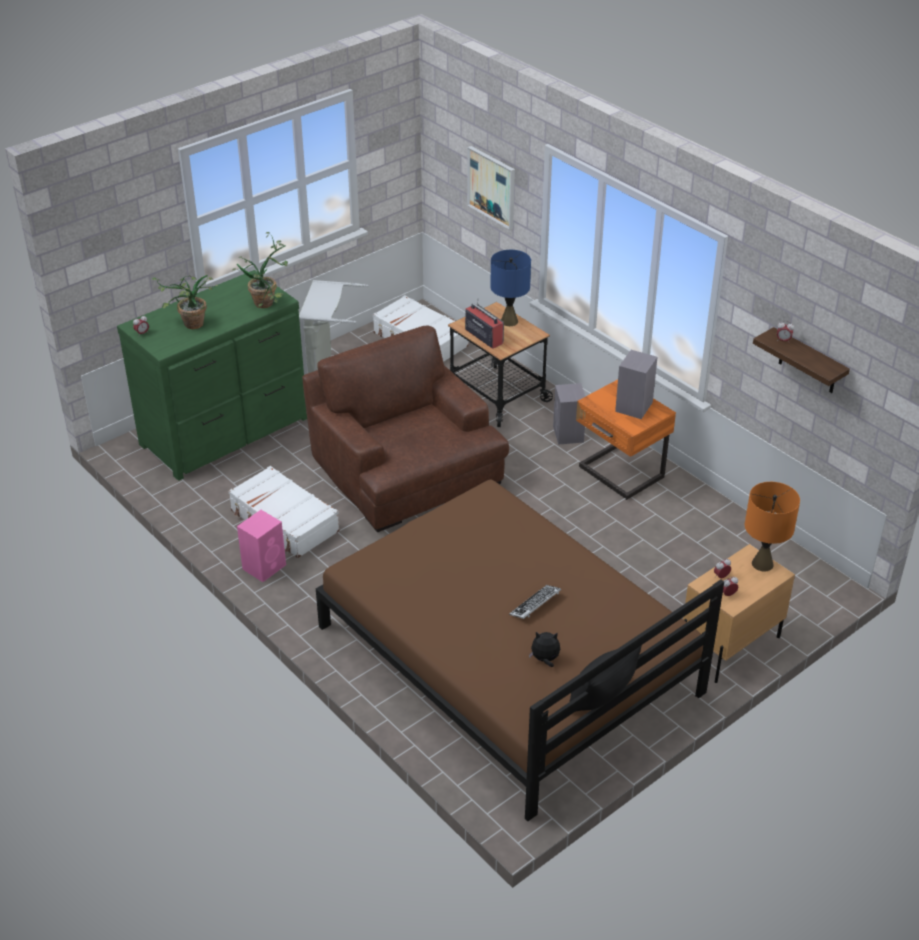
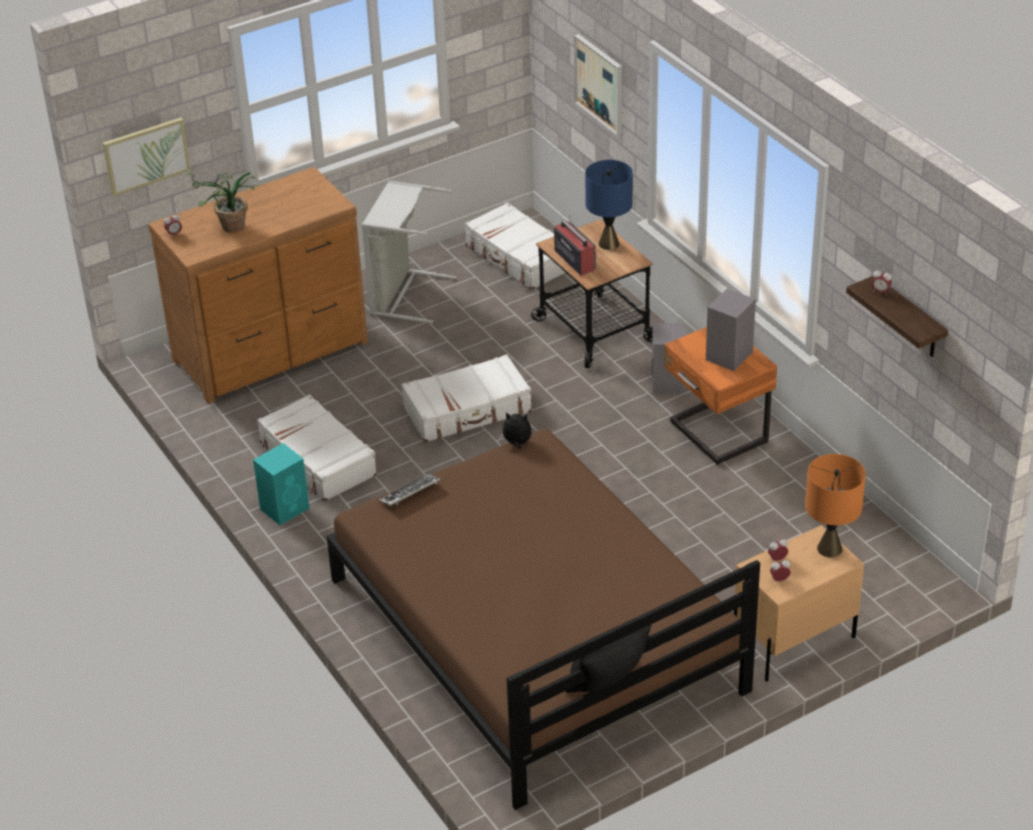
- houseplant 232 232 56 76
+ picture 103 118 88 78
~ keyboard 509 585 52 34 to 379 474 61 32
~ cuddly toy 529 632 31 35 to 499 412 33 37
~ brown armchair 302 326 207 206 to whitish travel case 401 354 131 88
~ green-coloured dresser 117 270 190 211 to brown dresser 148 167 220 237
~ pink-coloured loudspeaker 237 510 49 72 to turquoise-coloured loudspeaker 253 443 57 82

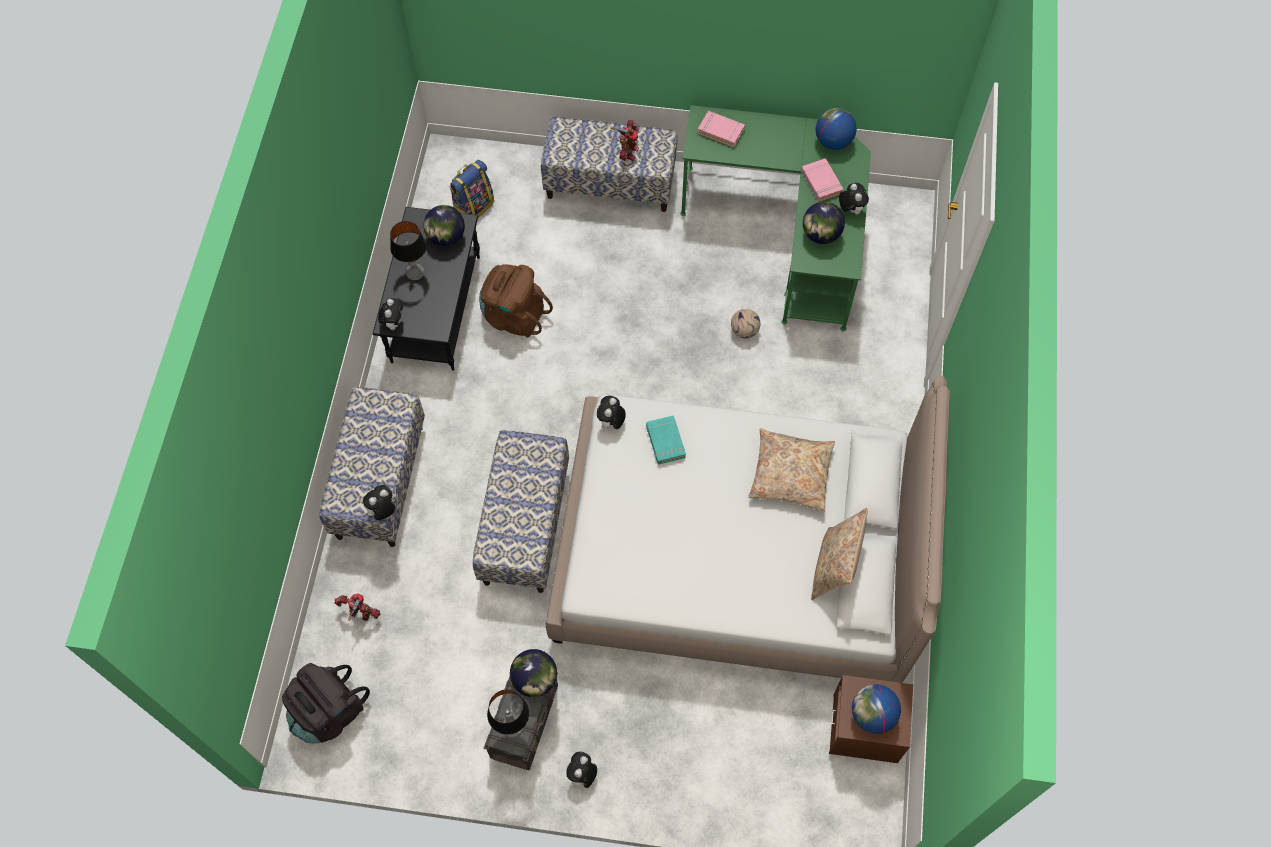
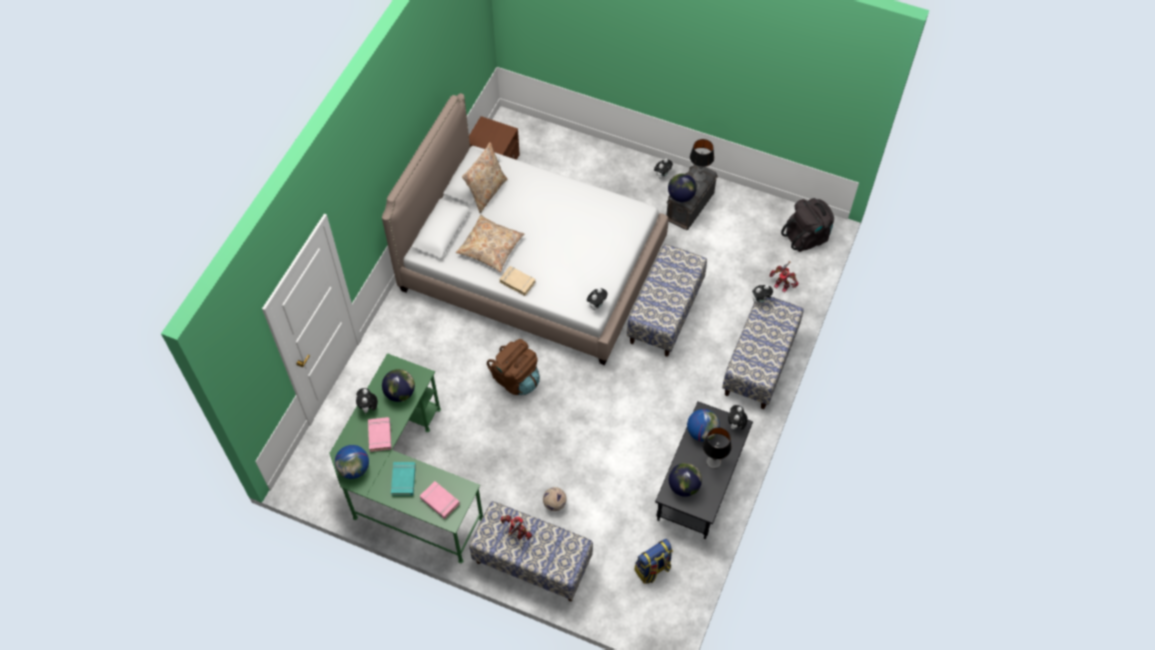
+ beige-coloured book 499 266 36 30
~ brown backpack 479 264 74 73 to 487 339 53 56
~ turquoise-coloured book 646 415 40 49 to 391 462 25 34
~ football ball 731 309 30 30 to 543 487 23 24
~ desk globe 852 684 49 50 to 687 409 33 33
~ toy robot 610 119 29 42 = 500 515 32 25 90 degrees clockwise

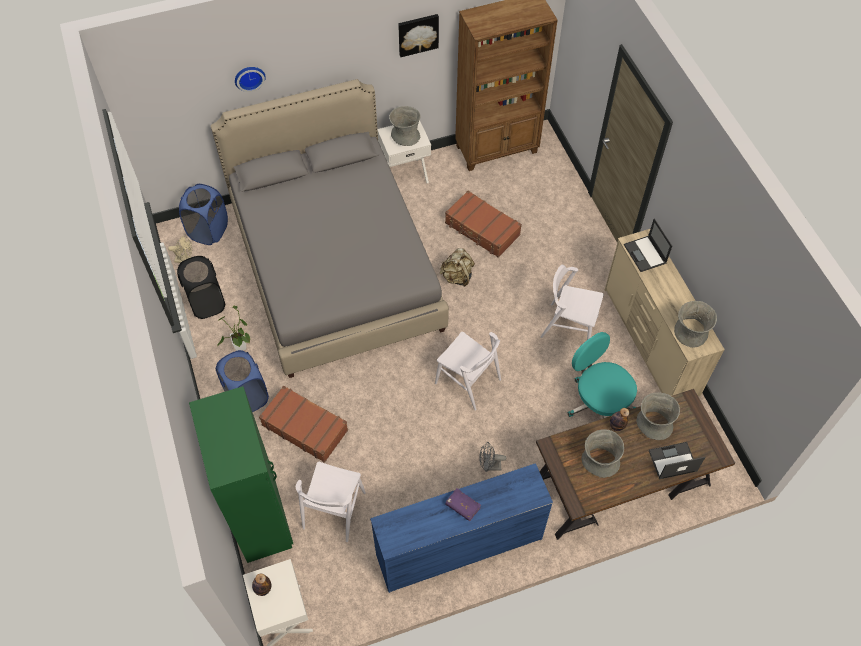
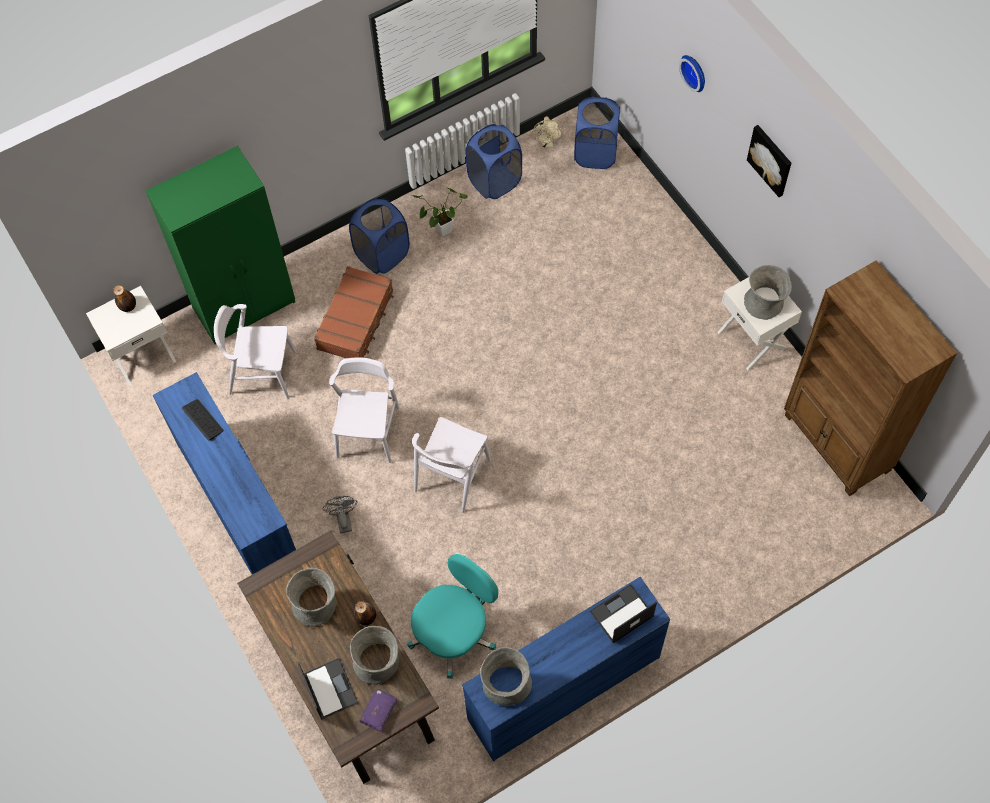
- gray bed 211 79 238 299
- beige-coloured backpack 440 248 35 39
- brown travel case 445 191 77 67
+ keyboard 182 399 42 41
~ picture 398 14 41 43 to 747 125 44 72
~ purple-coloured book 445 488 36 33 to 360 689 37 43
~ whitish plain chair 541 264 63 76 to 329 357 70 106
~ blackish hamper 177 256 49 63 to blue-coloured hamper 465 124 57 75
~ beige-coloured dresser 605 229 120 167 to blue-coloured dresser 462 577 208 185

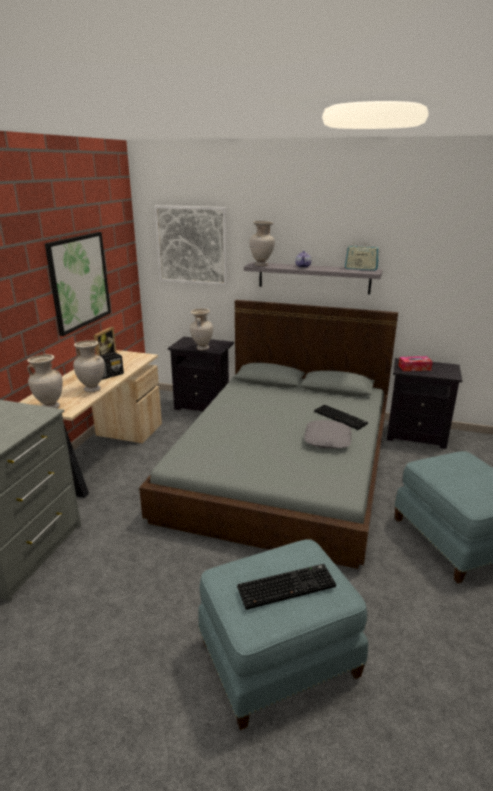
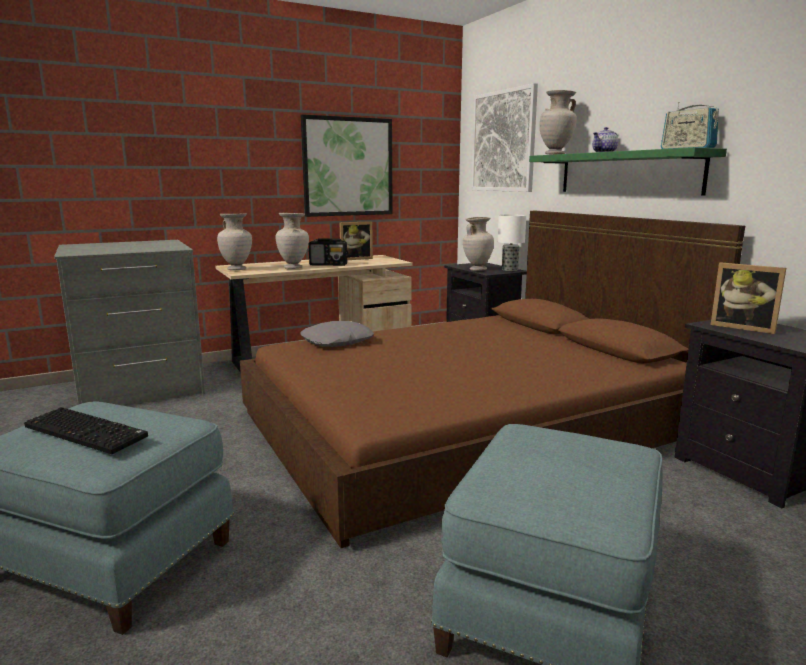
- keyboard 314 405 54 25
+ tabletop lamp 498 214 28 57
~ gray cushion 304 420 48 29 to 301 321 73 26
~ tissue holder 398 356 35 15 to standing frame 711 262 75 72
~ gray bed 139 300 259 269 to brown bed 240 211 505 337
~ gray wall shelf 244 262 139 32 to green-coloured wall shelf 529 147 198 49

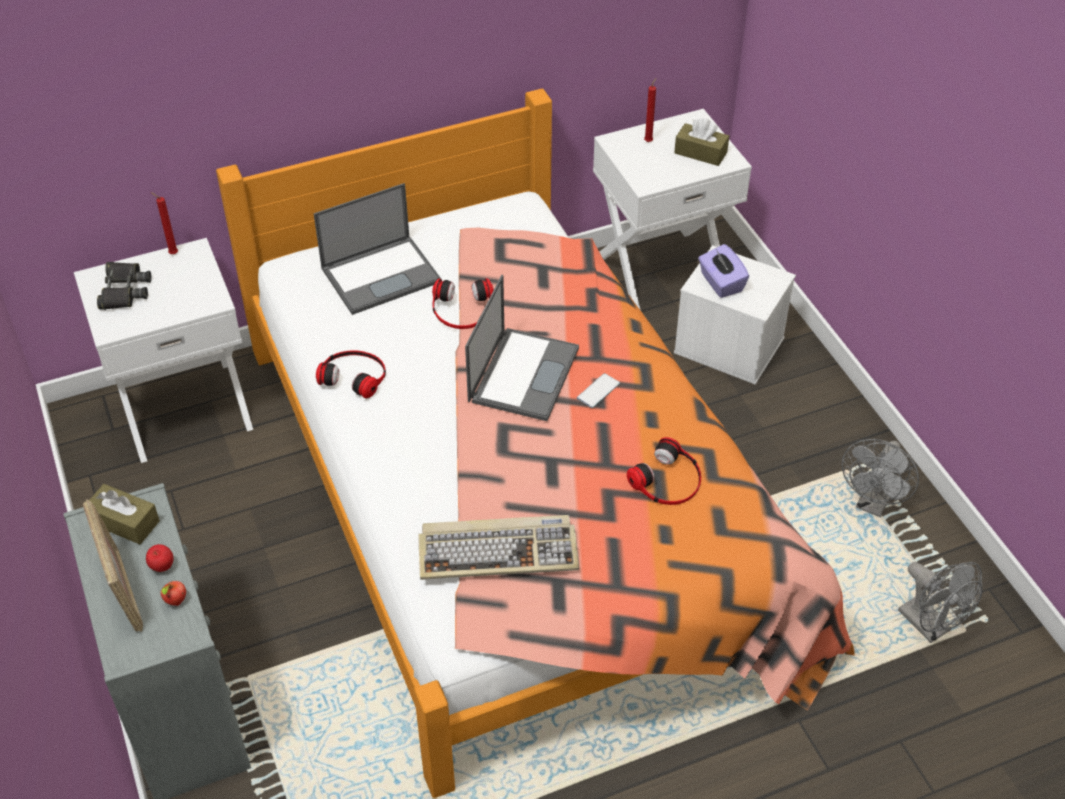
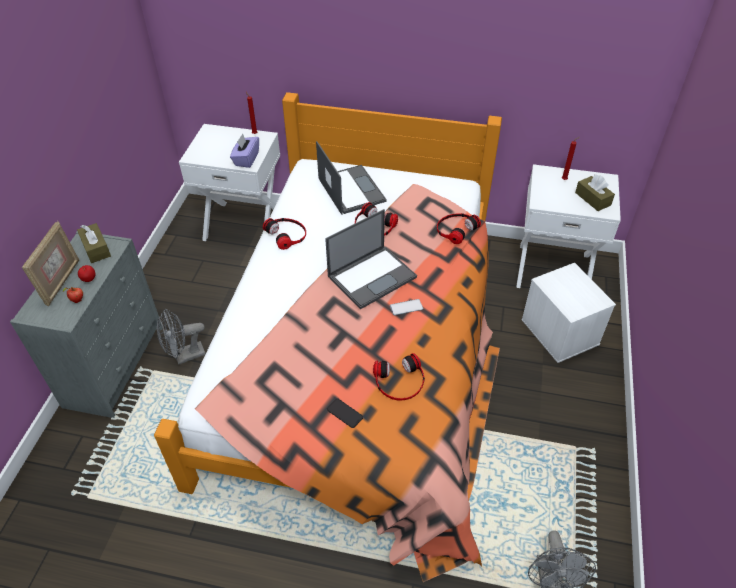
- blackish pair of binoculars 97 262 55 48
- keyboard 418 515 161 65
+ telephone 327 398 36 30
+ pair of headphones 437 213 44 31
~ purple-coloured tissue holder 698 244 51 54 to 230 134 29 34
~ gray cooling fan 842 439 77 78 to 157 309 49 56
~ notebook computer 314 183 127 132 = 316 141 71 74 120 degrees counterclockwise

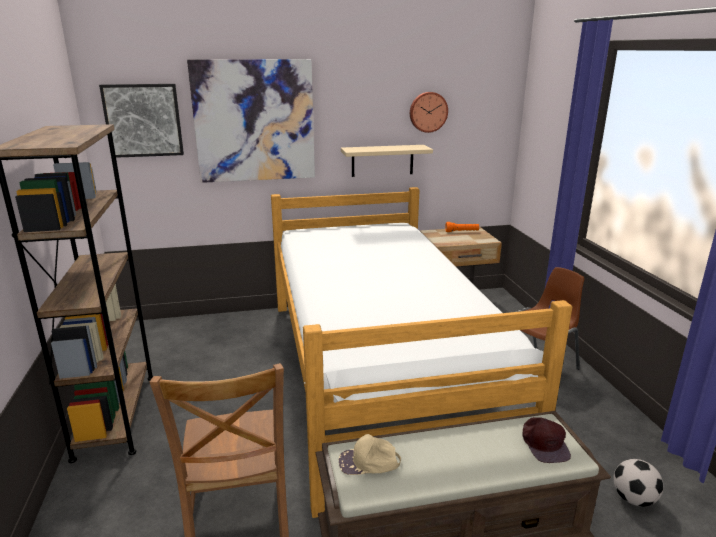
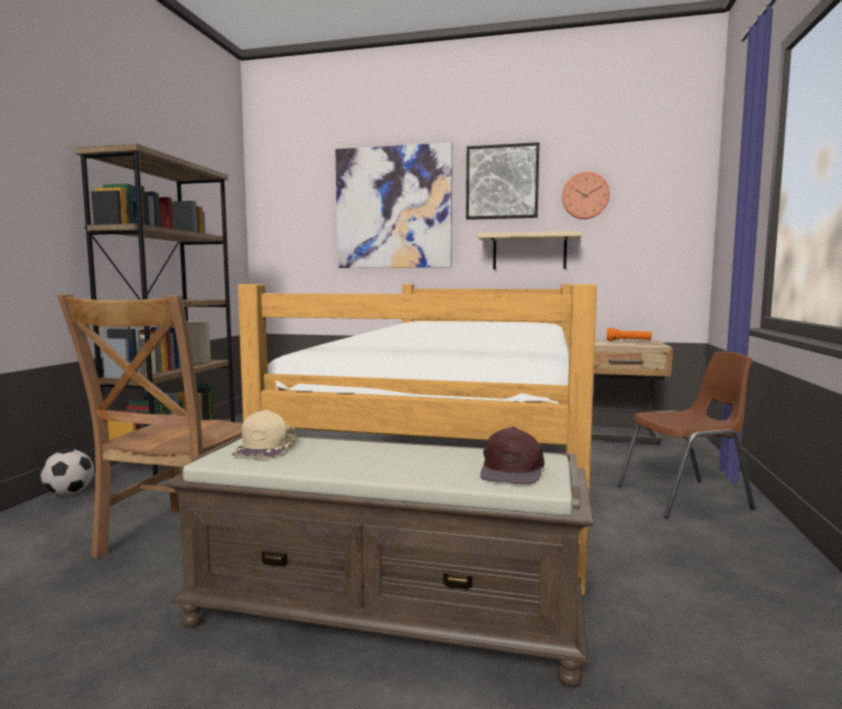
~ picture 99 84 85 74 to 466 142 74 78
~ football ball 614 459 49 48 to 40 449 54 47
~ beige-coloured cap 339 434 62 41 = 232 410 65 48 105 degrees counterclockwise

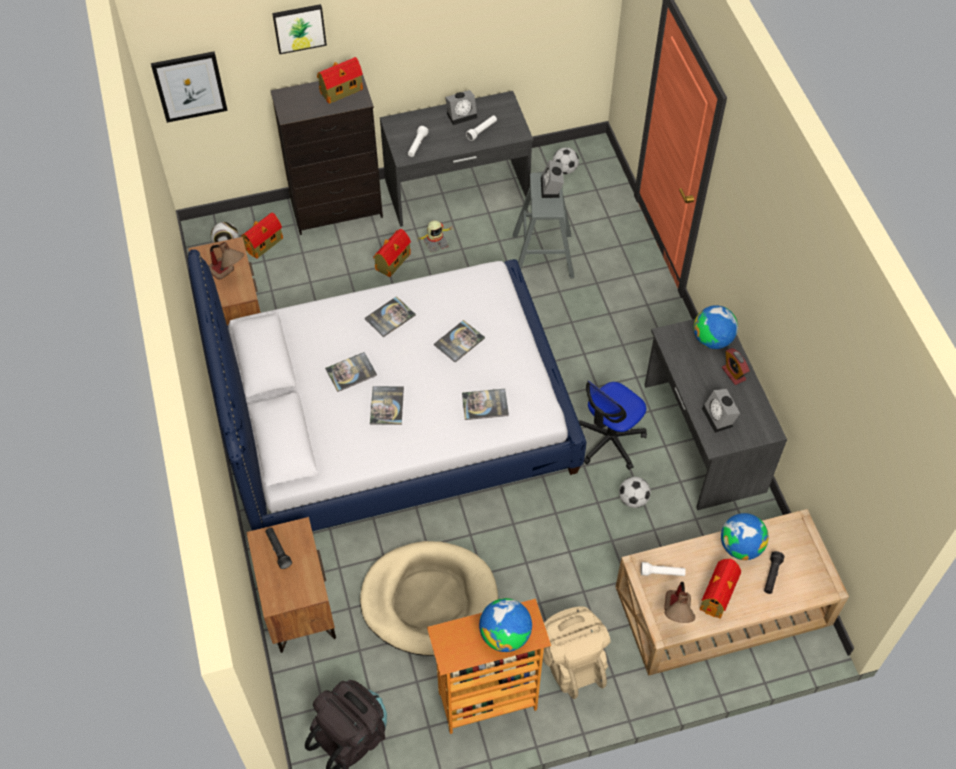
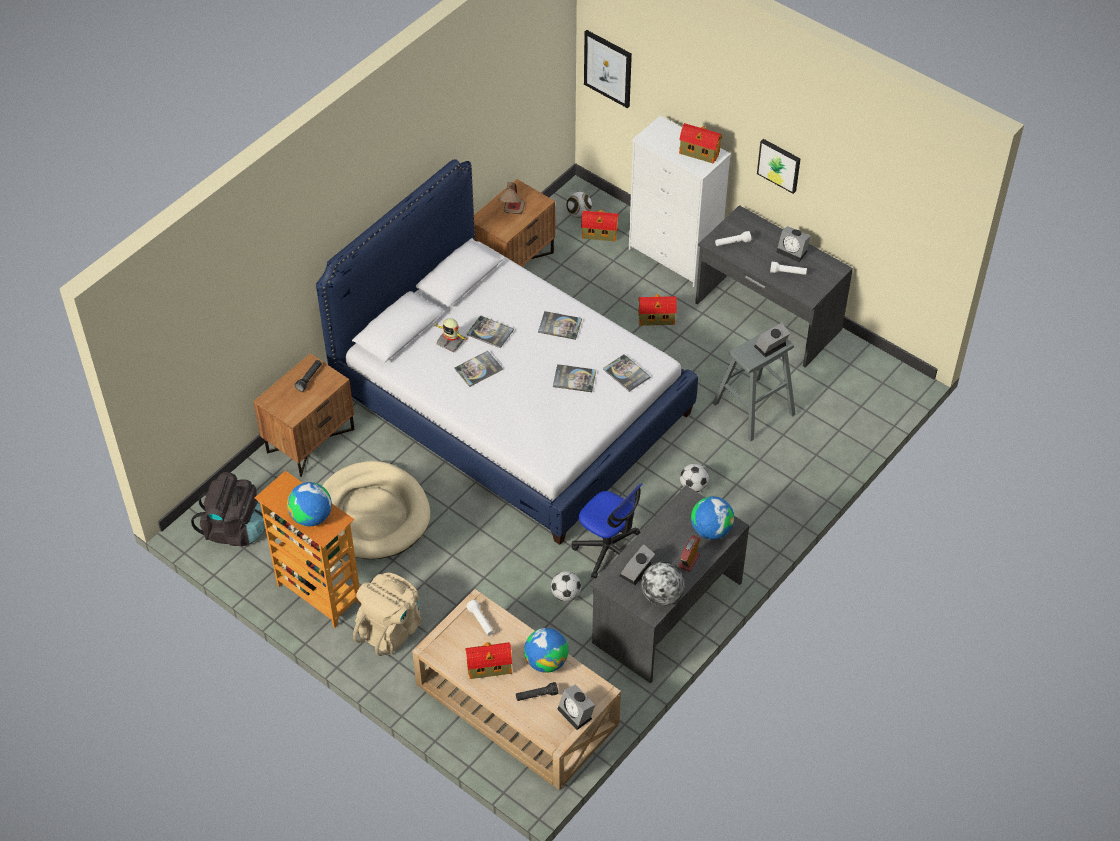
- tabletop lamp 664 582 31 41
+ bedside clock 557 684 38 46
+ desk globe 641 562 44 44
~ picture 272 4 55 50 to 757 139 43 55
~ toy robot 416 220 36 32 to 435 318 33 34
~ book 462 389 47 31 to 603 354 48 38
~ football ball 553 148 26 26 to 680 464 29 28
~ blackish dresser 270 75 113 160 to whitish dresser 629 115 102 172
~ desk chair 579 380 68 90 = 572 483 70 96 150 degrees counterclockwise

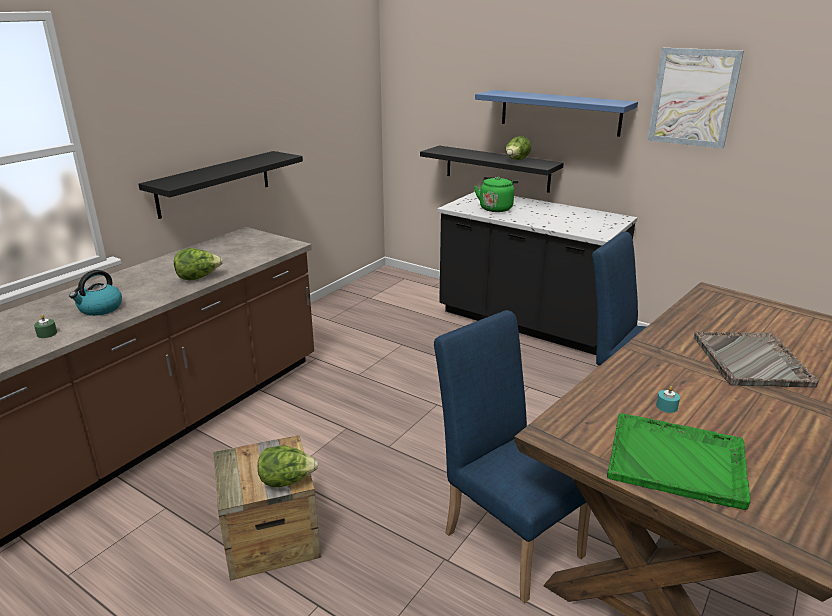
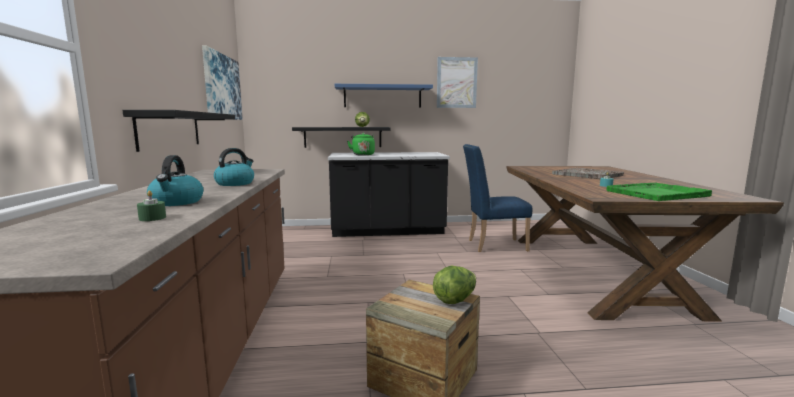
- blue-coloured plain chair 434 310 157 293
+ picture 202 45 41 75
~ head of lettuce 174 248 49 33 to kettle 214 148 40 38

